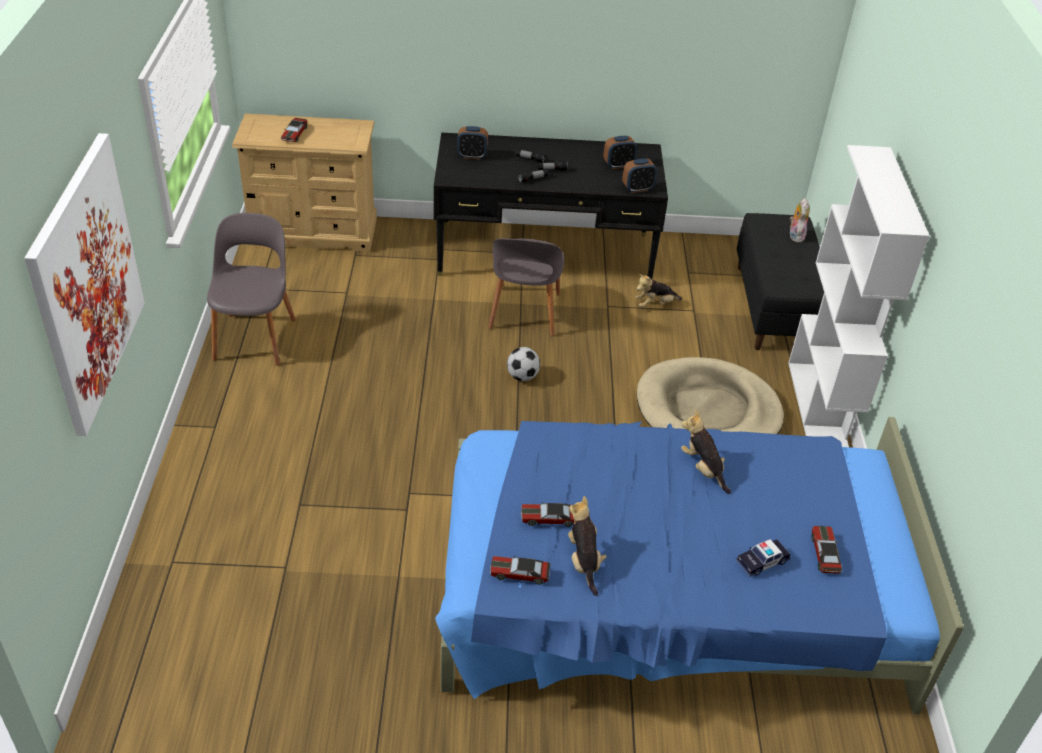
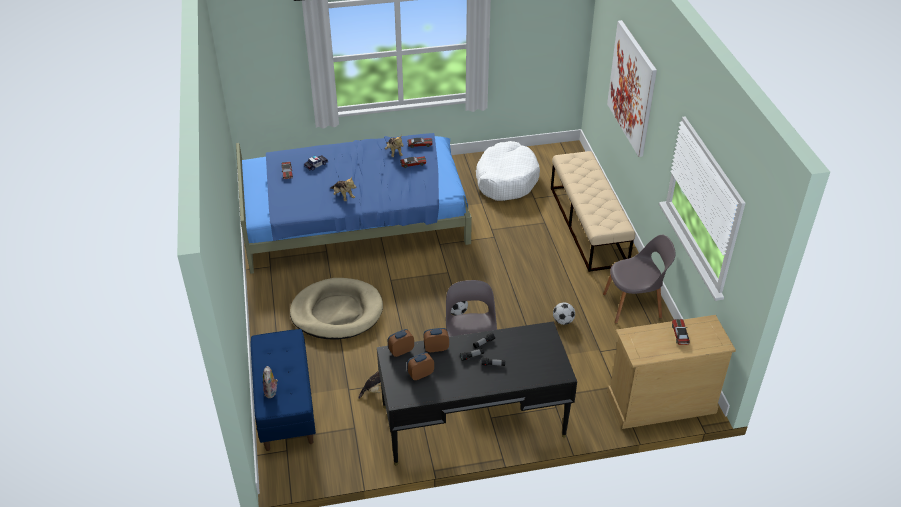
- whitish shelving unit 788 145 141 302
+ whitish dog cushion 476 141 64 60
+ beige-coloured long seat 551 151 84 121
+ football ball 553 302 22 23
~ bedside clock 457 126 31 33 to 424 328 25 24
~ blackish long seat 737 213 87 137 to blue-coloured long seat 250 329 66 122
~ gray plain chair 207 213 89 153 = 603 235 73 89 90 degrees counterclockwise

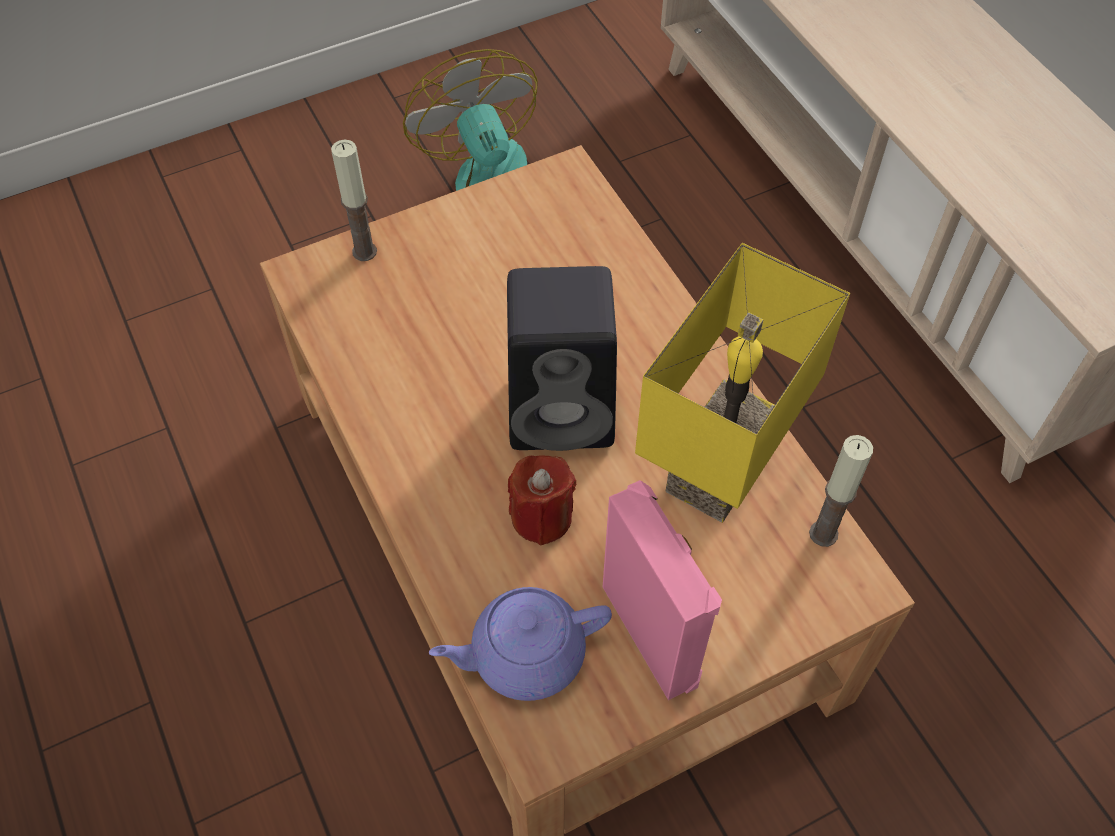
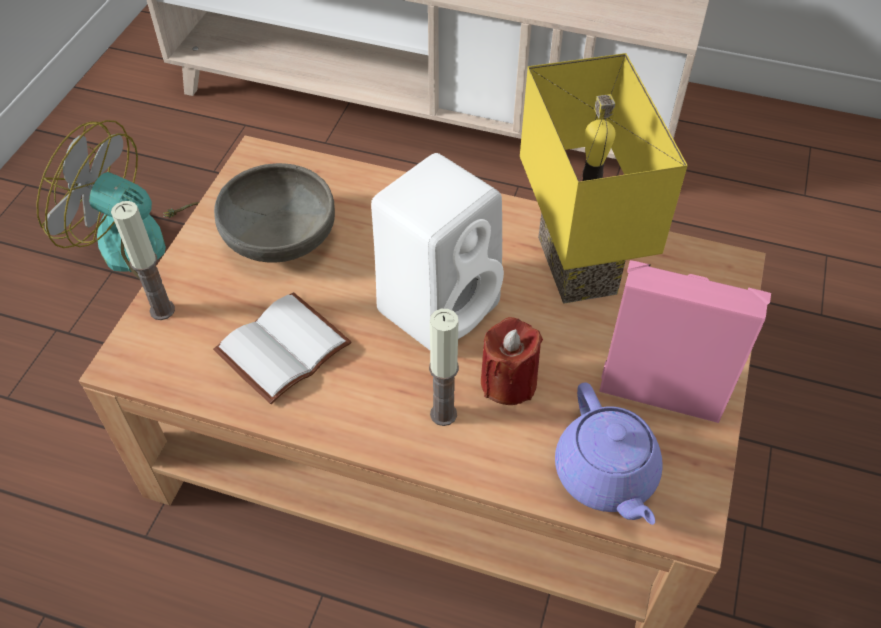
+ whitish book 213 292 138 112
+ gray deep dish 214 163 121 100
~ wax light 809 435 64 112 to 429 309 30 117
~ blackish loudspeaker 507 266 110 185 to whitish loudspeaker 371 153 133 197
~ purple-coloured pot for tea 429 587 183 114 = 555 382 108 143 45 degrees counterclockwise

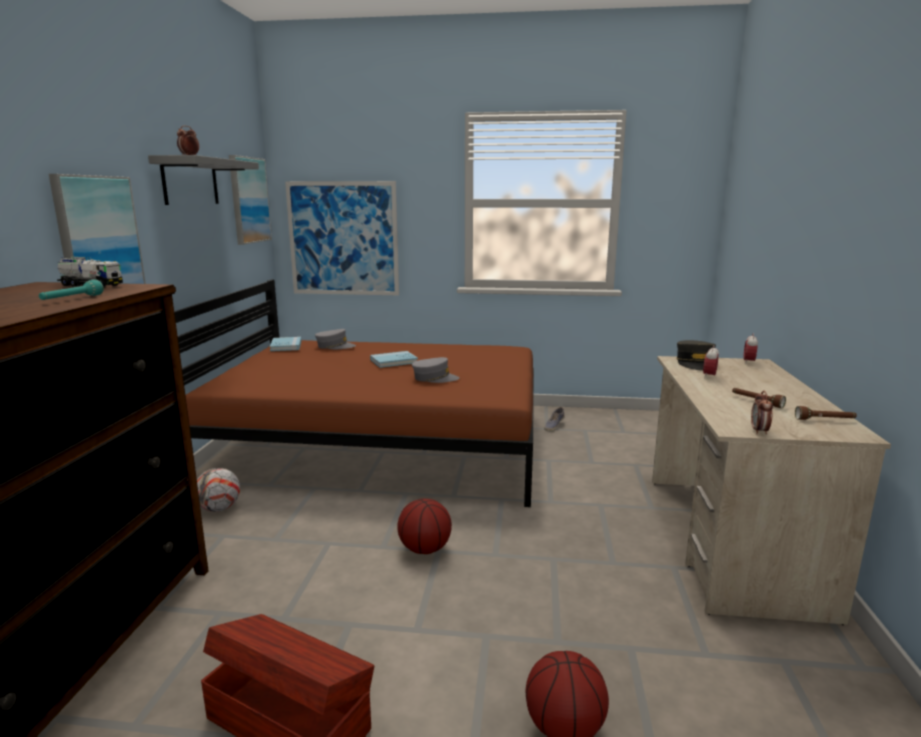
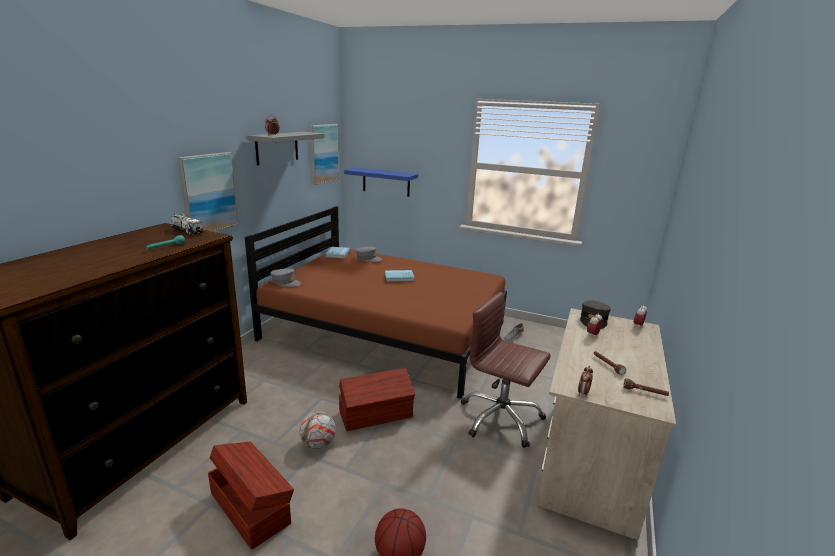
+ brown desk chair 461 292 90 156
~ football ball 197 468 43 44 to 300 412 36 37
~ gray cap 412 357 47 26 to 270 269 31 18
~ picture 285 181 114 114 to blue-coloured wall shelf 344 168 74 29
~ basketball ball 397 498 55 56 to brown storage container 339 368 76 63

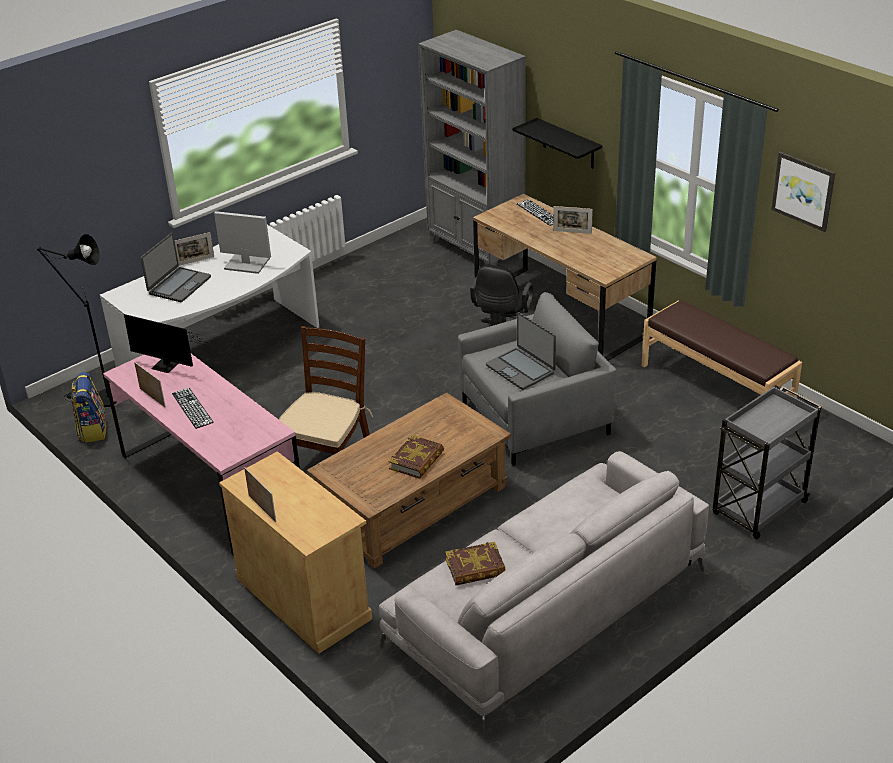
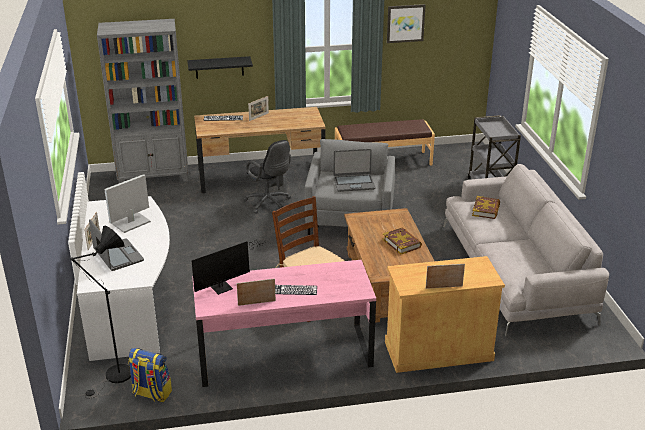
~ book 445 542 61 43 to 472 196 28 23

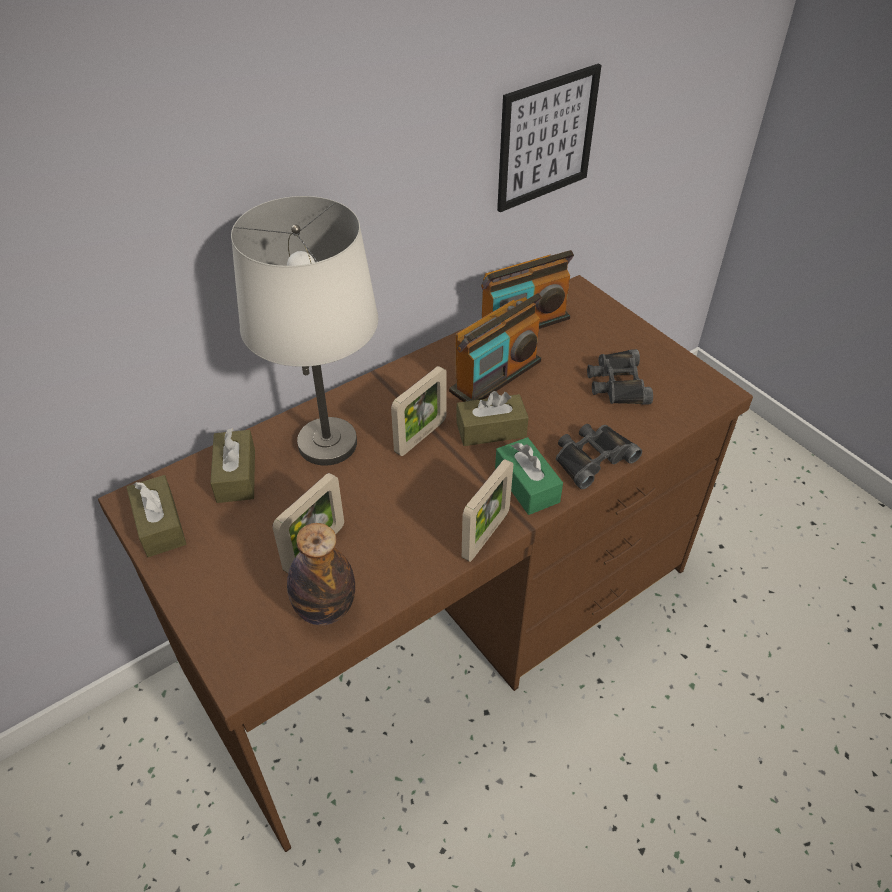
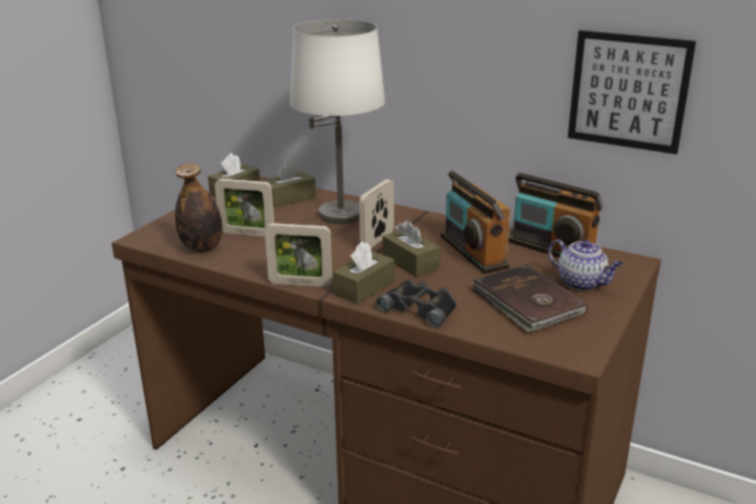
+ pot for tea 548 239 75 52
~ blackish pair of binoculars 587 349 66 56 to brown book 472 264 116 69
~ green-coloured tissue holder 495 437 68 78 to brown tissue holder 333 241 61 63
~ standing frame 391 366 56 90 = 359 179 35 69 105 degrees clockwise
~ radio 449 293 93 109 = 441 171 69 103 45 degrees clockwise

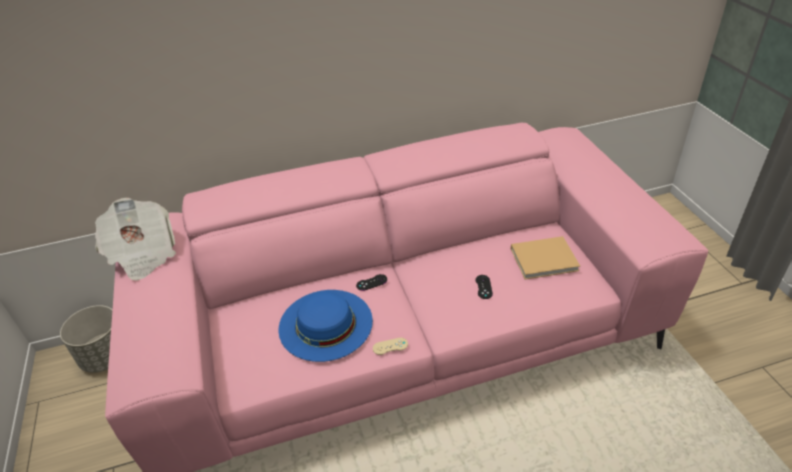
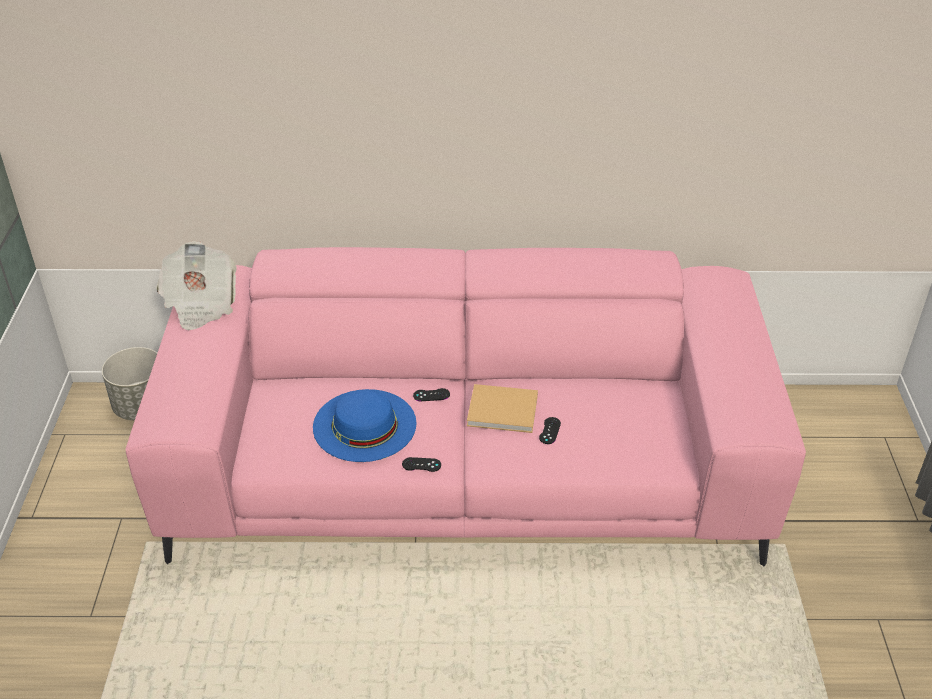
~ beige-coloured book 511 236 69 43 to 467 384 71 49
~ beige-coloured game controller 373 338 35 17 to blackish game controller 402 457 39 15

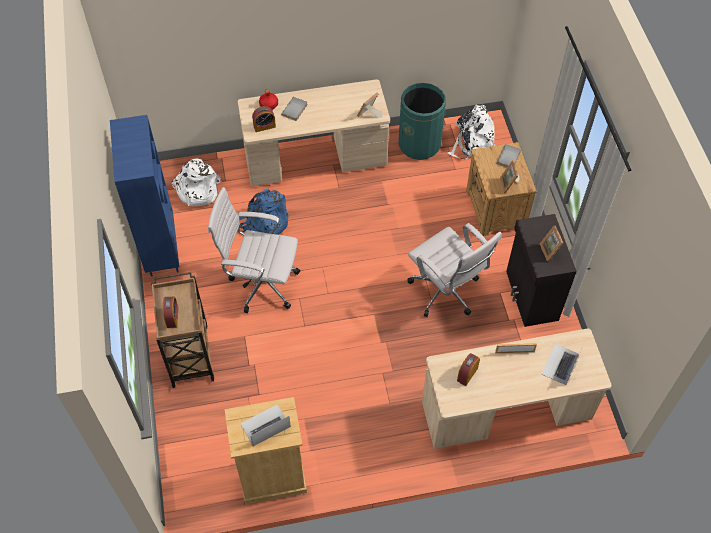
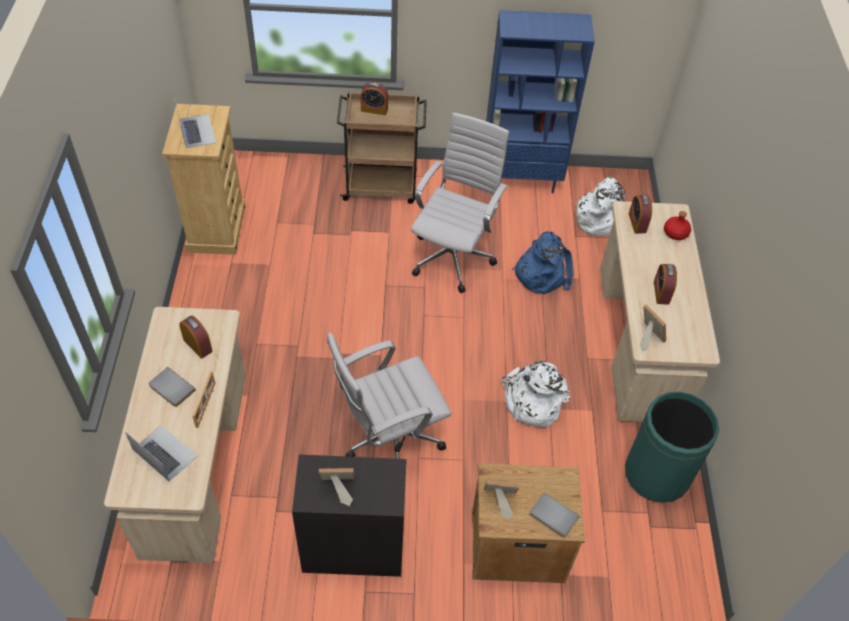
+ bedside clock 654 264 23 41
~ gray book 281 97 26 24 to 149 367 47 40
~ whitish backpack 448 104 47 56 to 502 361 69 66

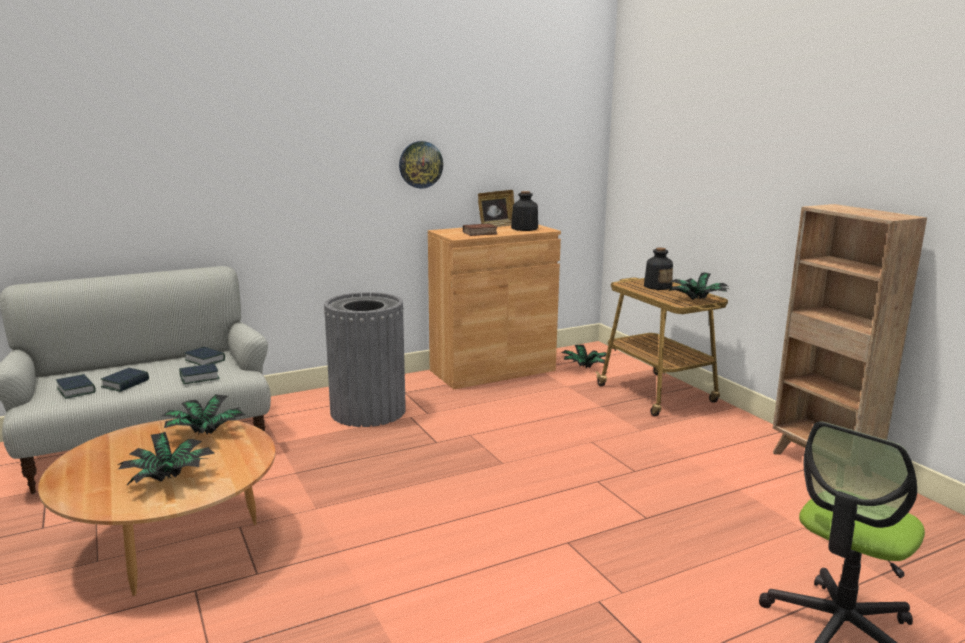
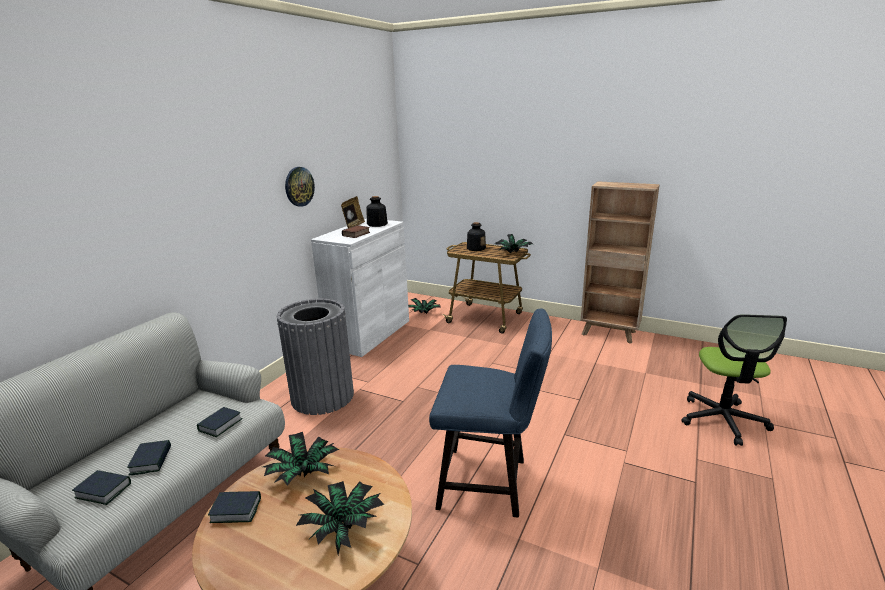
+ blue-coloured plain chair 429 309 123 208
~ book 184 347 41 18 to 208 491 53 32
~ brown storage cabinet 428 225 133 164 to whitish storage cabinet 311 219 98 138

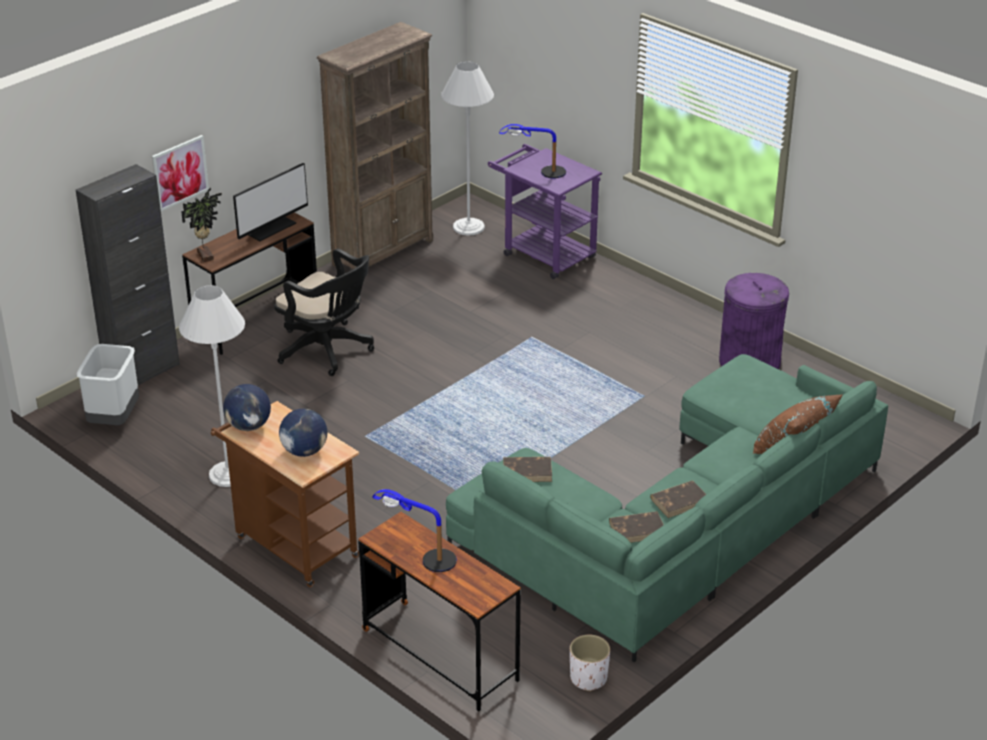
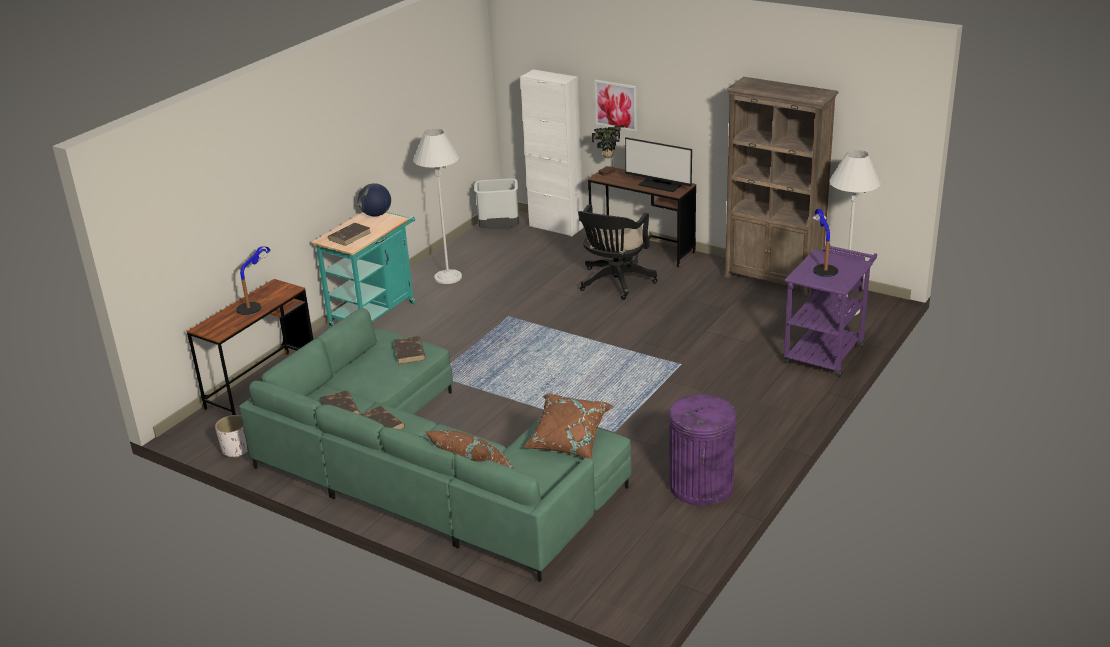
+ brown cushion 523 393 90 66
~ desk globe 279 409 48 48 to brown book 328 223 43 23
~ blackish storage cabinet 76 164 104 221 to whitish storage cabinet 520 69 64 168
~ brown wheeled cart 211 401 148 186 to turquoise-coloured wheeled cart 312 212 103 115

